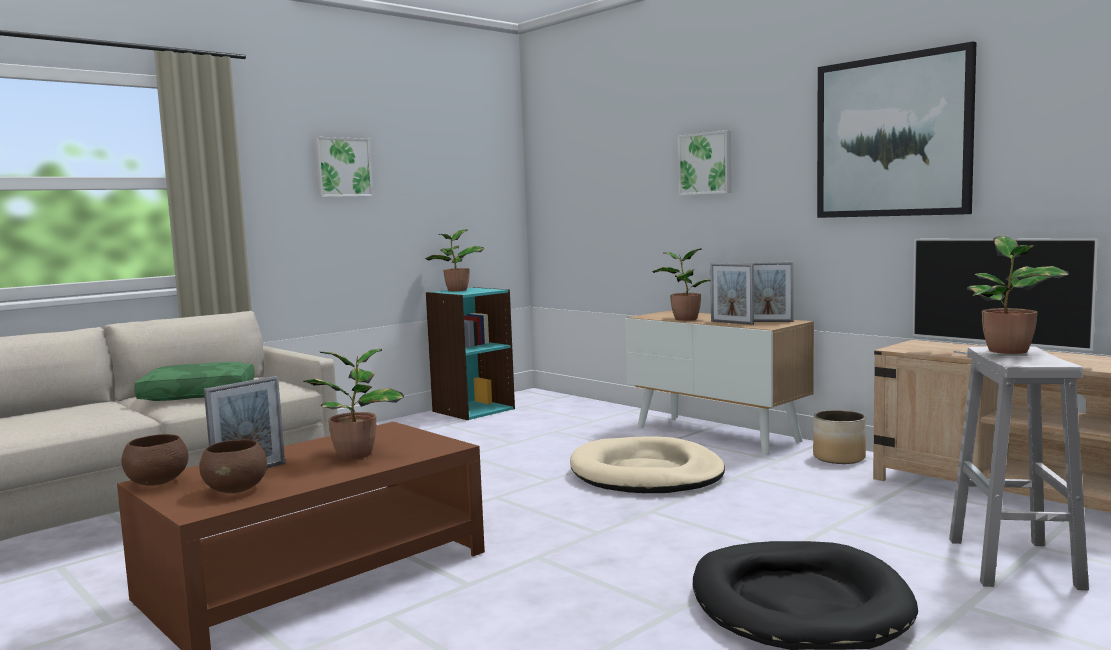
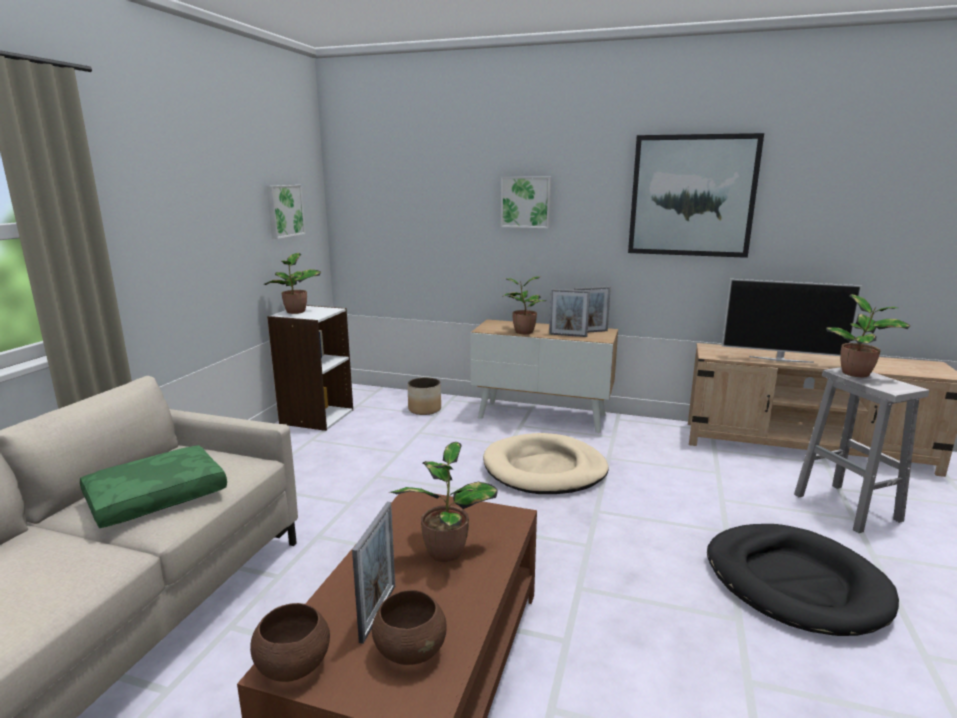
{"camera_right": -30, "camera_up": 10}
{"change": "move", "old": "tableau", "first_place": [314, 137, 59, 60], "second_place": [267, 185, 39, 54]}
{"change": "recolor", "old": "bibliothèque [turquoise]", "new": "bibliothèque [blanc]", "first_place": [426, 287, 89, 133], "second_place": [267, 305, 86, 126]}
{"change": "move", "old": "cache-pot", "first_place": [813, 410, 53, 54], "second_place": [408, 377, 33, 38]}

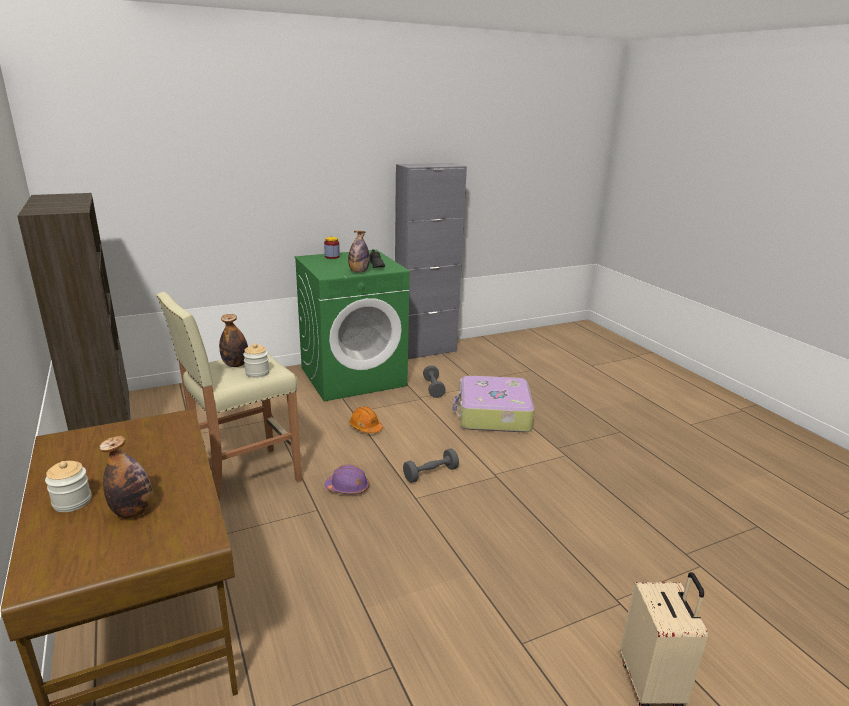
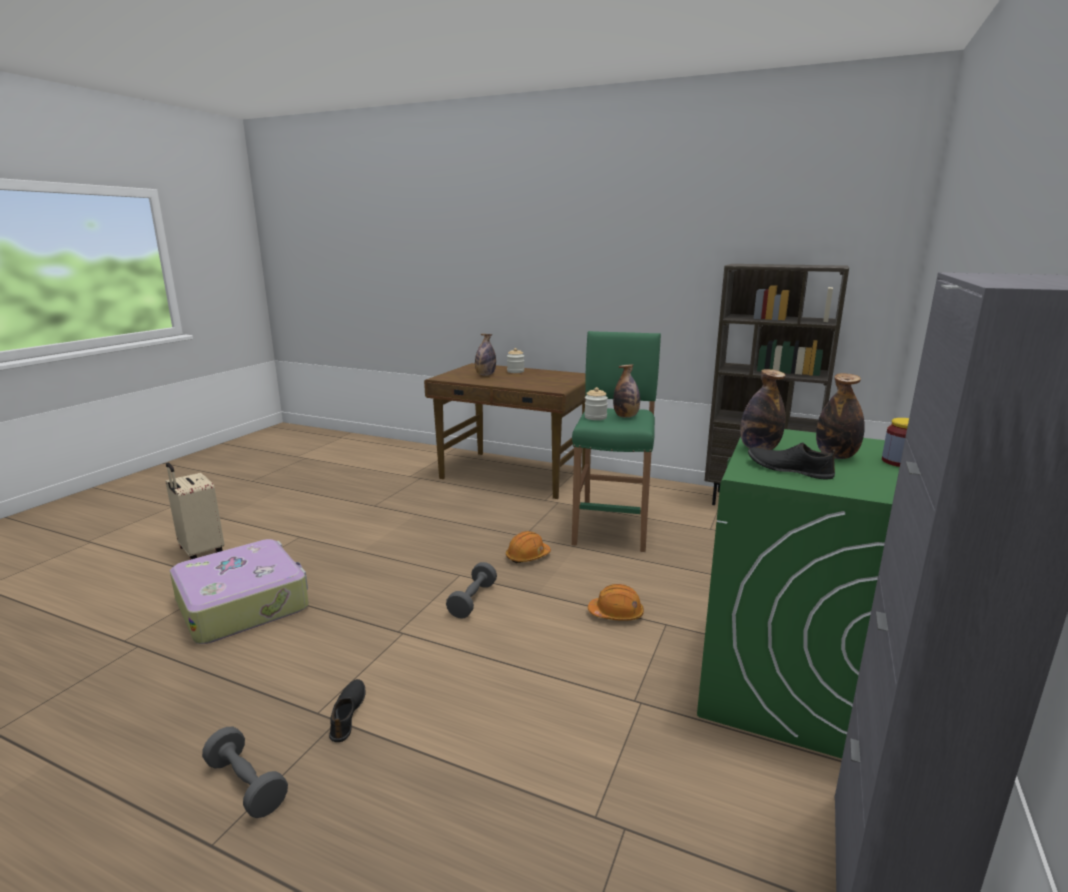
{"camera_right": 140, "camera_up": -5}
{"change": "recolor", "old": "tabouret [beige]", "new": "tabouret [vert]", "first_place": [157, 292, 145, 208], "second_place": [572, 331, 89, 221]}
{"change": "recolor", "old": "casque de chantier [violet]", "new": "casque de chantier [orange]", "first_place": [325, 465, 44, 29], "second_place": [506, 531, 45, 32]}
{"change": "move", "old": "haltère [gris]", "first_place": [423, 365, 22, 33], "second_place": [202, 727, 86, 91]}
{"change": "move", "old": "valise", "first_place": [453, 376, 82, 56], "second_place": [170, 539, 139, 105]}
{"change": "insert", "new": "chaussure [noir]", "second_place": [329, 679, 36, 63]}
{"change": "insert", "new": "bouteille", "second_place": [816, 373, 49, 86]}

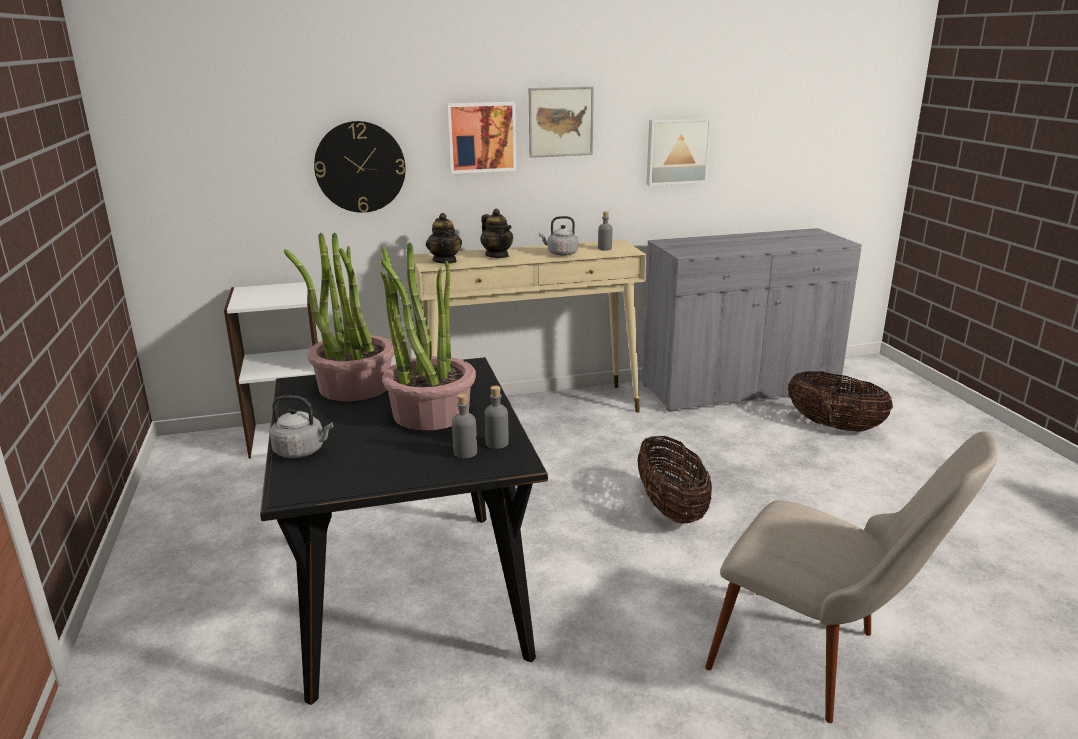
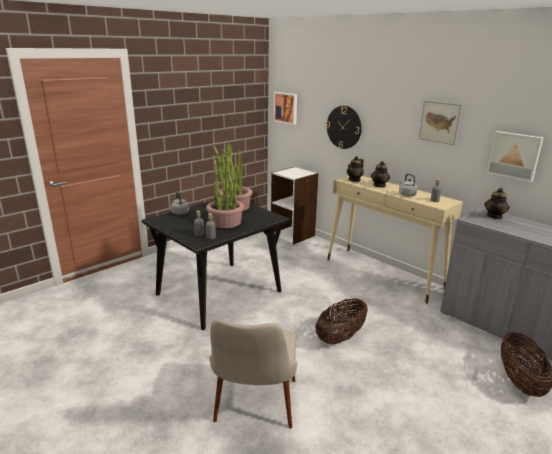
{"camera_right": 60, "camera_up": 0}
{"change": "move", "old": "tableau", "first_place": [446, 102, 71, 72], "second_place": [273, 92, 24, 33]}
{"change": "insert", "new": "théière", "second_place": [484, 188, 26, 31]}

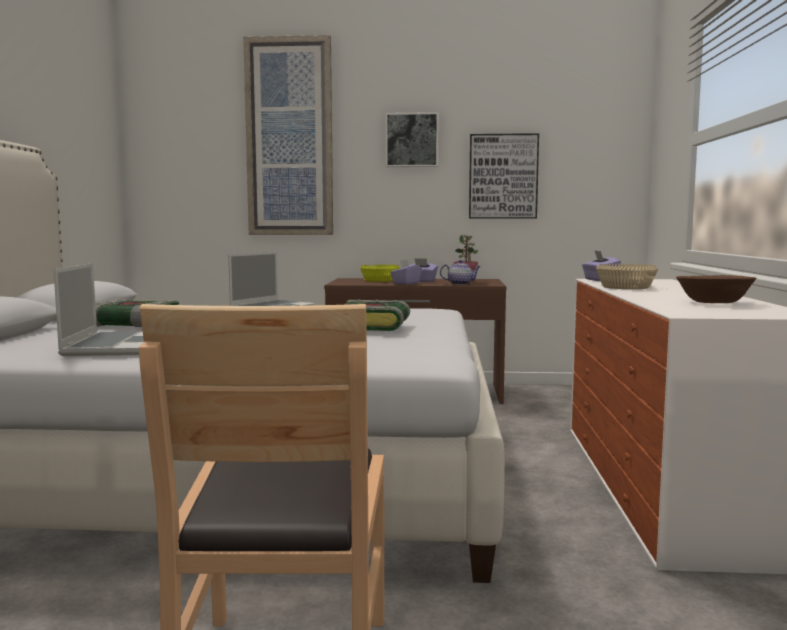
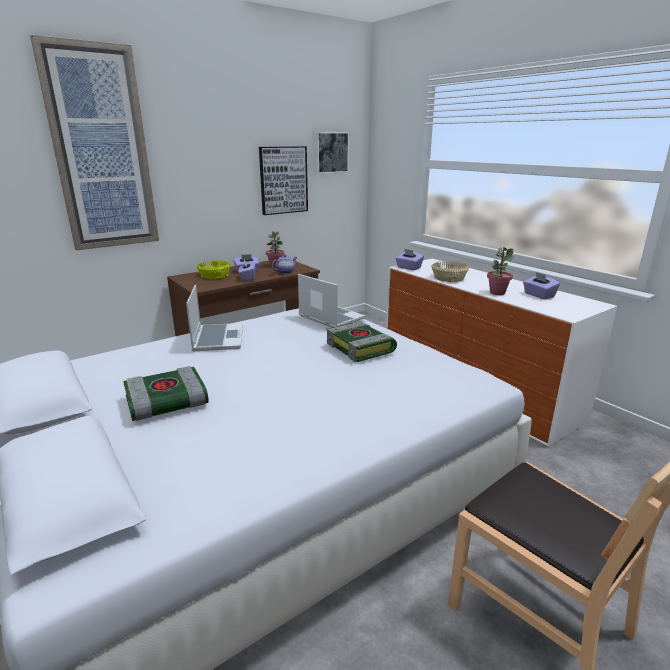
{"camera_right": -40, "camera_up": 15}
{"change": "move", "old": "ordinateur portable", "first_place": [54, 263, 90, 93], "second_place": [298, 274, 67, 53]}
{"change": "move", "old": "tableau", "first_place": [385, 112, 54, 55], "second_place": [315, 132, 34, 42]}
{"change": "replace", "old": "bol [marron]", "new": "boîte à mouchoirs [violet]", "first_place": [676, 275, 81, 28], "second_place": [523, 272, 37, 27]}
{"change": "insert", "new": "plante en pot", "second_place": [487, 247, 27, 48]}

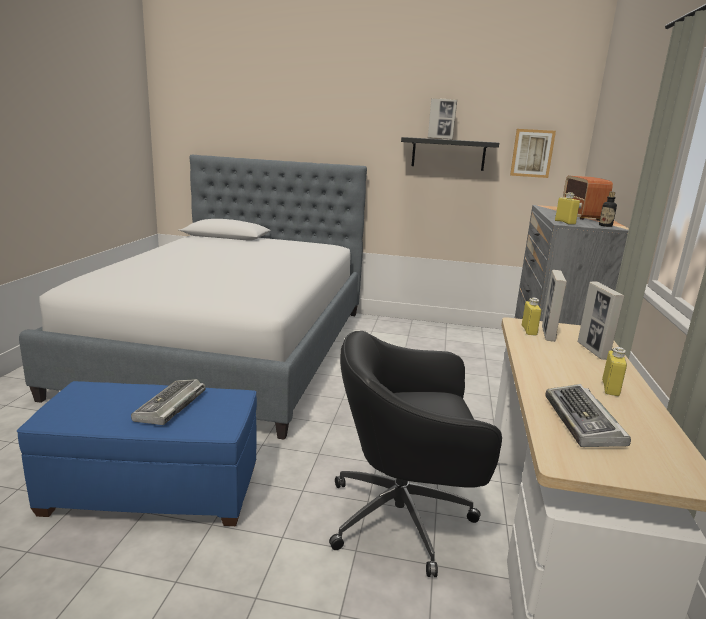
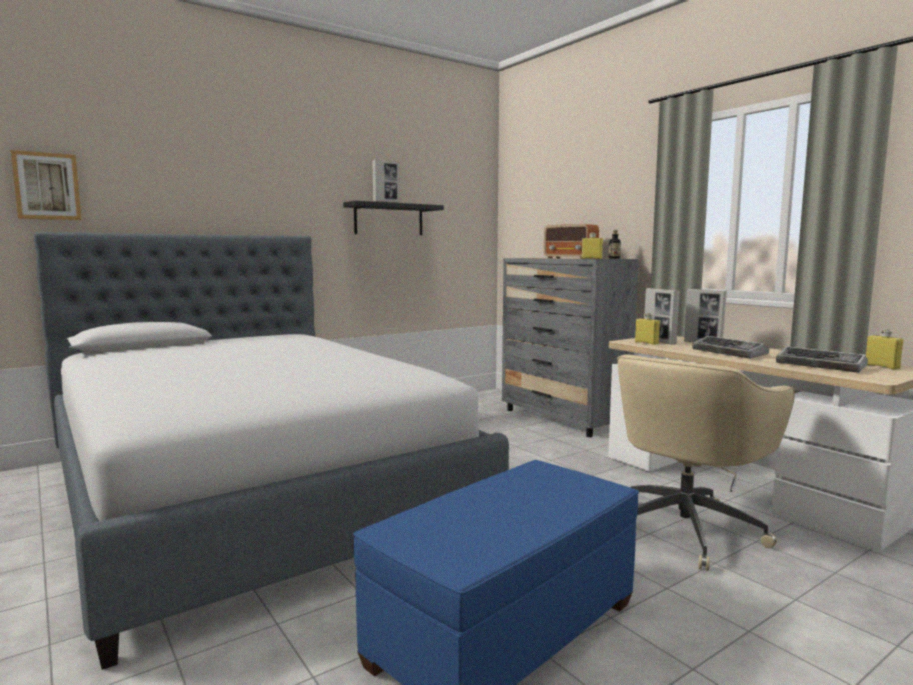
{"camera_right": -45, "camera_up": -10}
{"change": "move", "old": "clavier", "first_place": [131, 379, 75, 46], "second_place": [692, 336, 77, 23]}
{"change": "recolor", "old": "chaise de bureau [noir]", "new": "chaise de bureau [beige]", "first_place": [329, 331, 173, 246], "second_place": [617, 354, 178, 217]}
{"change": "move", "old": "tableau", "first_place": [510, 129, 46, 49], "second_place": [11, 150, 70, 70]}
{"change": "move", "old": "bouteille [jaune]", "first_place": [602, 347, 25, 49], "second_place": [866, 329, 37, 41]}

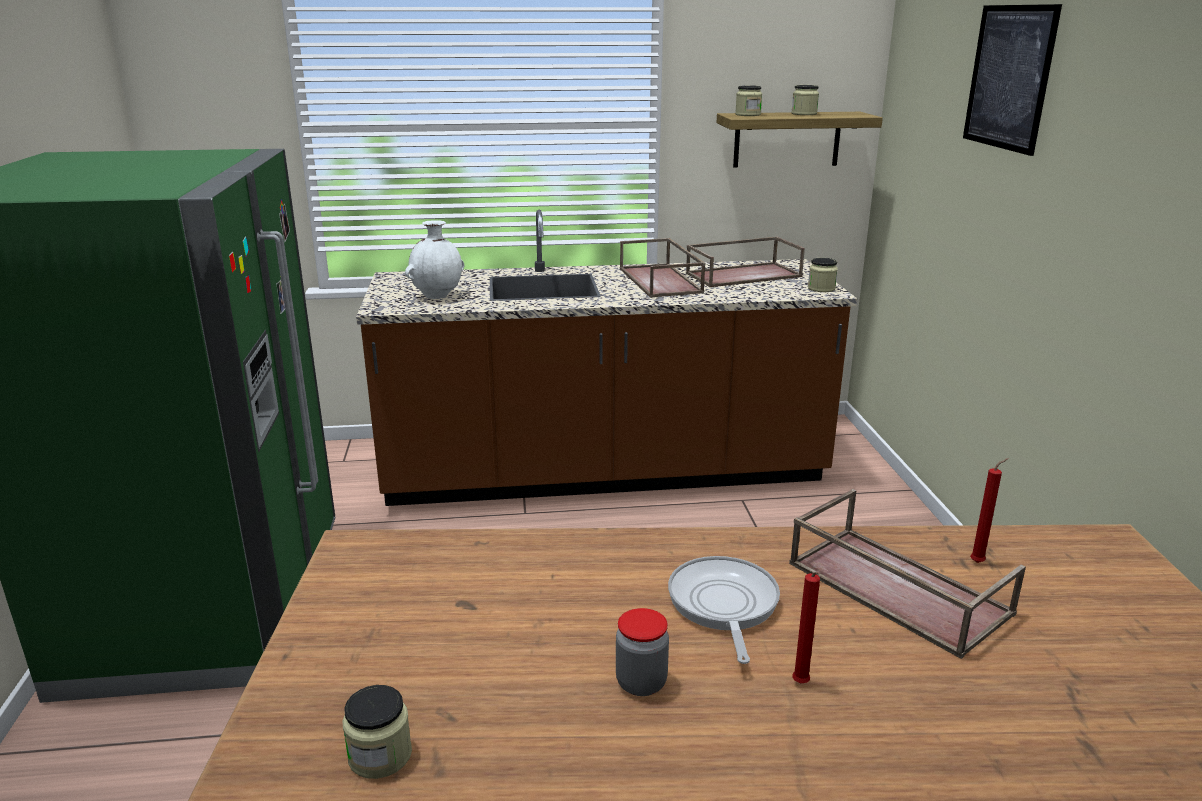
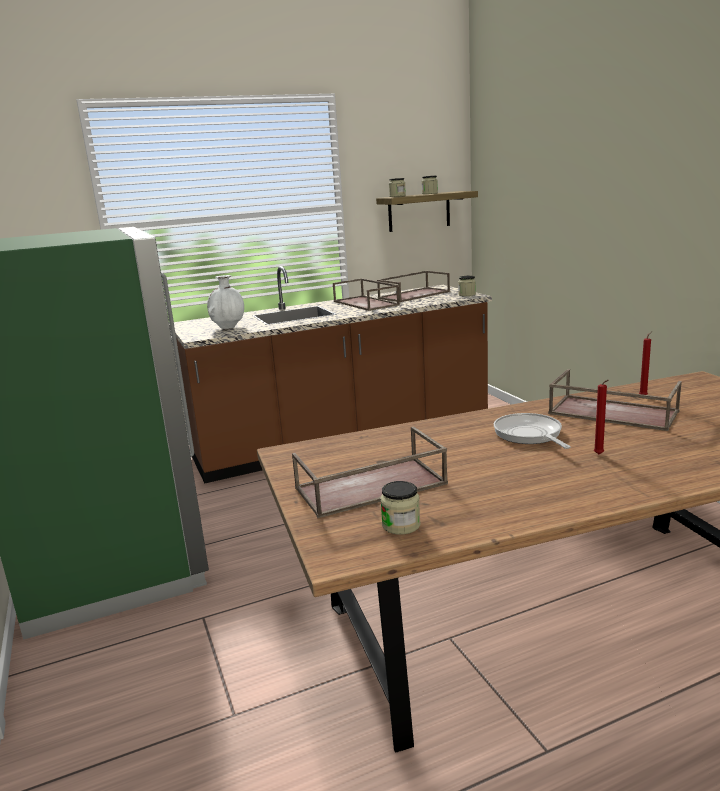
{"camera_right": -15, "camera_up": -5}
{"change": "delete", "old": "bocal", "first_place": [616, 608, 53, 88]}
{"change": "delete", "old": "tableau", "first_place": [963, 4, 99, 152]}
{"change": "insert", "new": "plateau [marron]", "second_place": [292, 426, 156, 92]}

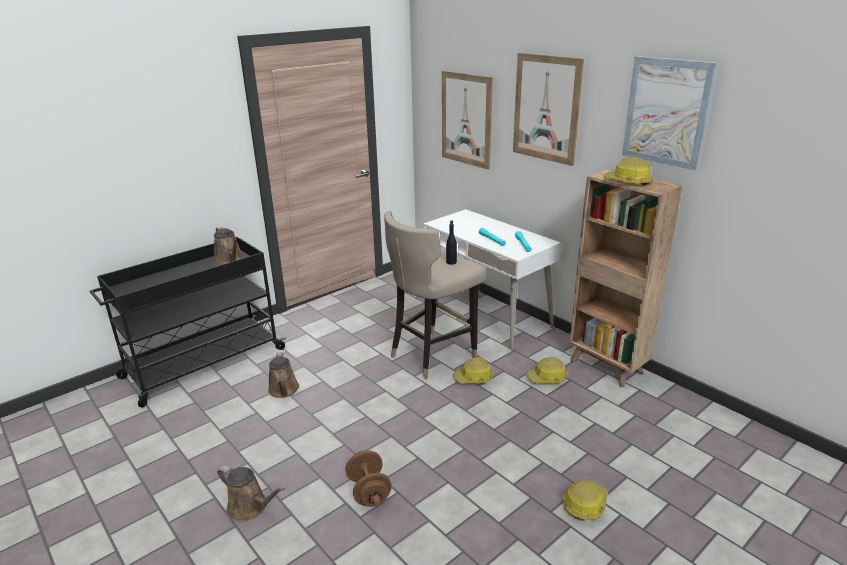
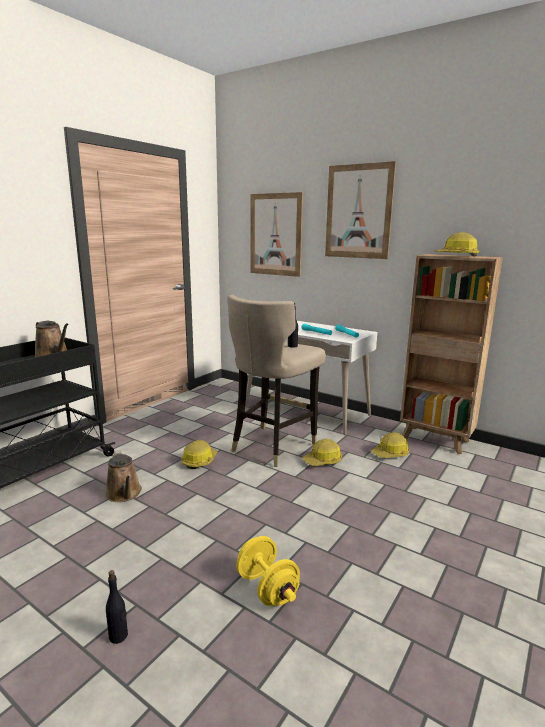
{"camera_right": -15, "camera_up": -10}
{"change": "replace", "old": "arrosoir [marron]", "new": "bouteille [noir]", "first_place": [217, 465, 68, 57], "second_place": [106, 570, 22, 74]}
{"change": "recolor", "old": "haltère [marron]", "new": "haltère [jaune]", "first_place": [346, 450, 46, 57], "second_place": [236, 536, 64, 70]}
{"change": "move", "old": "casque de chantier", "first_place": [563, 479, 45, 41], "second_place": [181, 440, 36, 29]}
{"change": "delete", "old": "tableau", "first_place": [622, 56, 95, 114]}

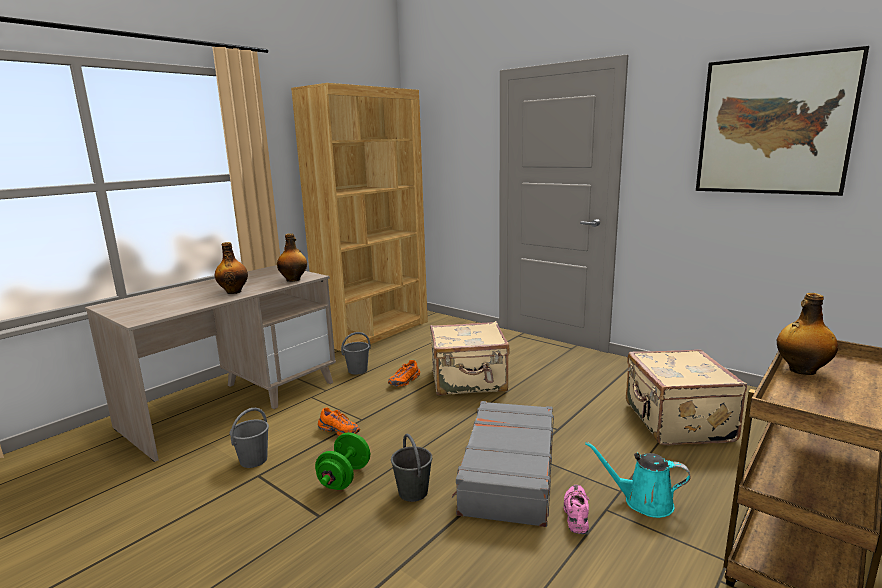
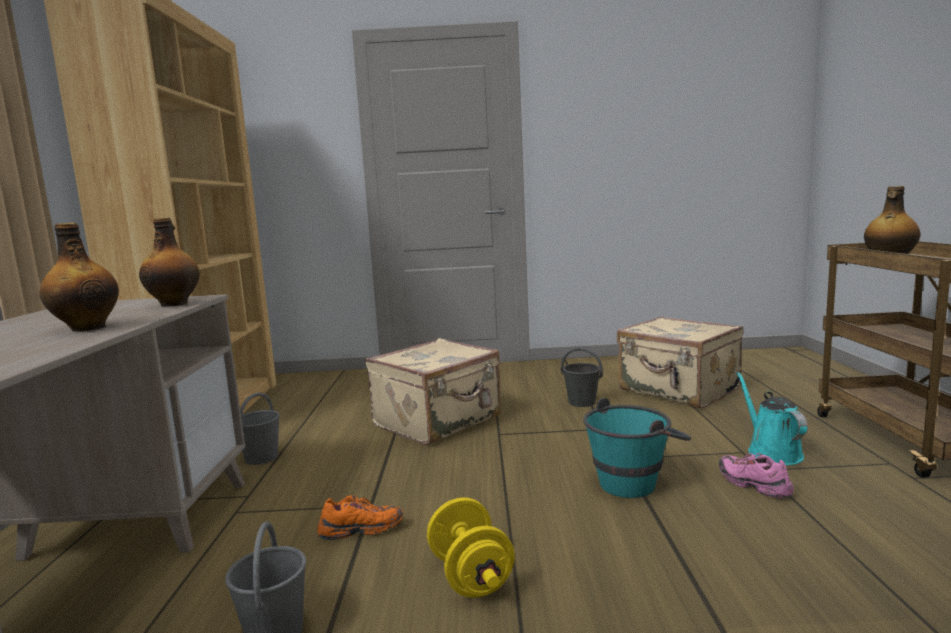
{"camera_right": -40, "camera_up": -5}
{"change": "recolor", "old": "haltère [vert]", "new": "haltère [jaune]", "first_place": [315, 433, 55, 57], "second_place": [427, 497, 88, 101]}
{"change": "delete", "old": "chaussure [orange]", "first_place": [388, 360, 32, 26]}
{"change": "move", "old": "seau [gris]", "first_place": [391, 434, 41, 68], "second_place": [561, 347, 42, 60]}
{"change": "replace", "old": "valise [gris]", "new": "seau [turquoise]", "first_place": [452, 401, 102, 126], "second_place": [583, 398, 108, 100]}
{"change": "rotate", "old": "arrosoir [turquoise]", "first_place": [585, 442, 106, 76], "second_place": [736, 372, 72, 93], "degrees": 105}
{"change": "delete", "old": "tableau", "first_place": [696, 46, 173, 150]}

